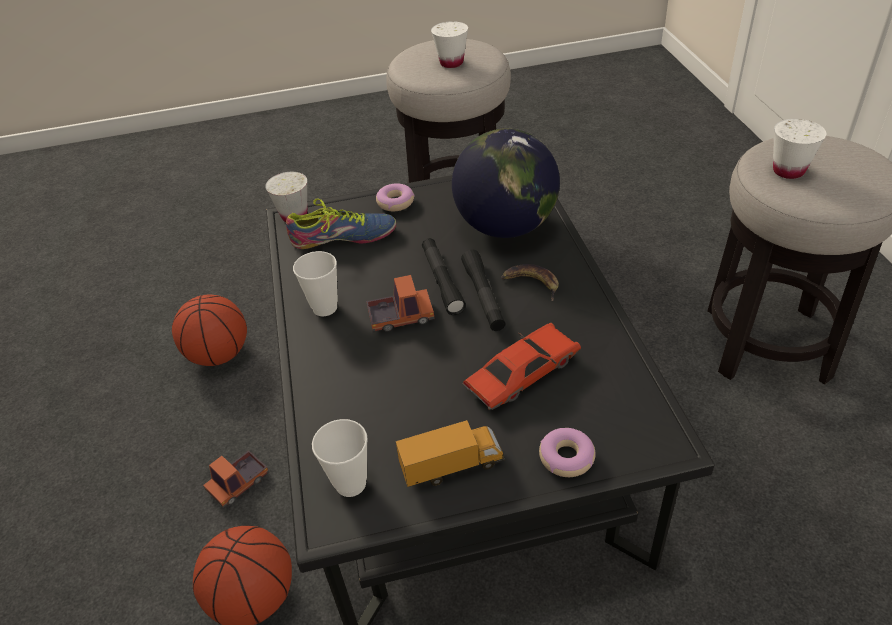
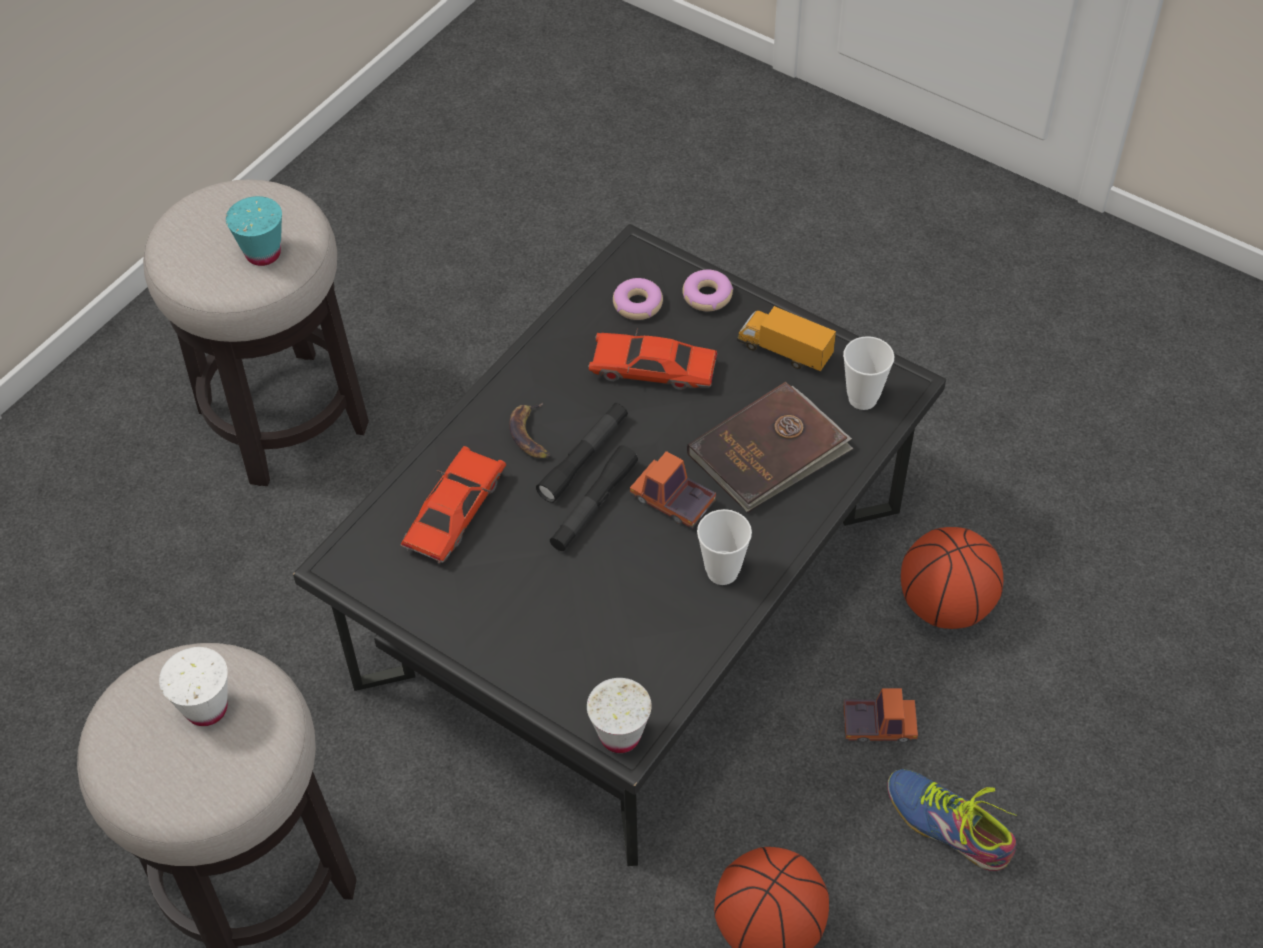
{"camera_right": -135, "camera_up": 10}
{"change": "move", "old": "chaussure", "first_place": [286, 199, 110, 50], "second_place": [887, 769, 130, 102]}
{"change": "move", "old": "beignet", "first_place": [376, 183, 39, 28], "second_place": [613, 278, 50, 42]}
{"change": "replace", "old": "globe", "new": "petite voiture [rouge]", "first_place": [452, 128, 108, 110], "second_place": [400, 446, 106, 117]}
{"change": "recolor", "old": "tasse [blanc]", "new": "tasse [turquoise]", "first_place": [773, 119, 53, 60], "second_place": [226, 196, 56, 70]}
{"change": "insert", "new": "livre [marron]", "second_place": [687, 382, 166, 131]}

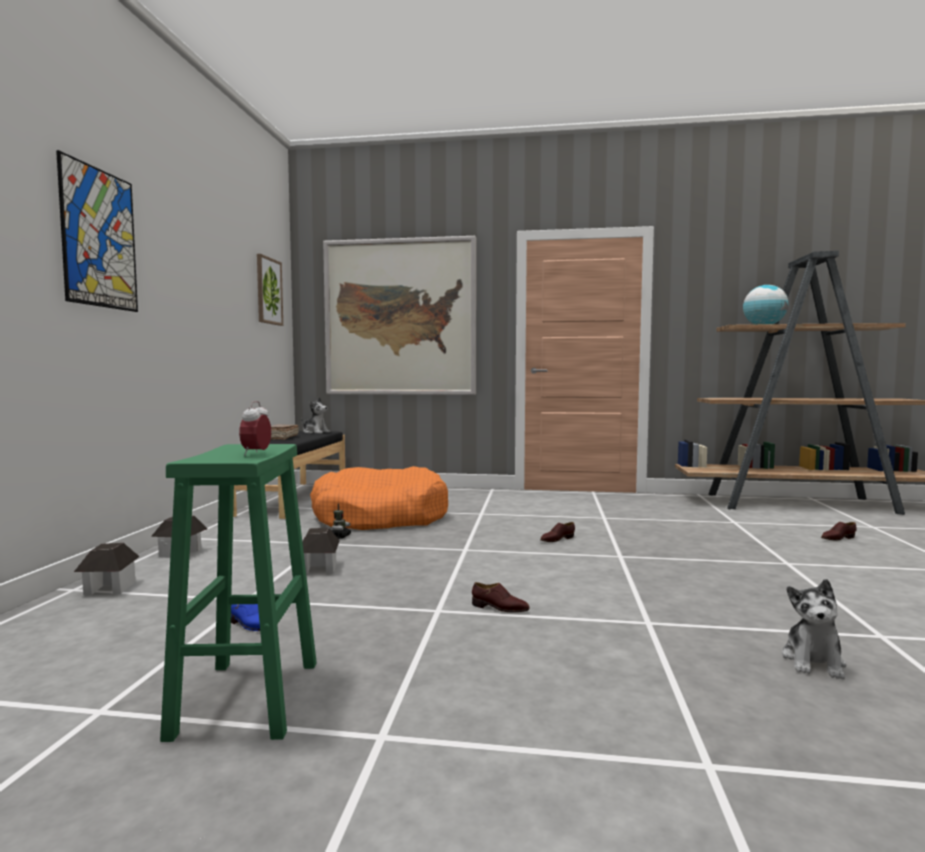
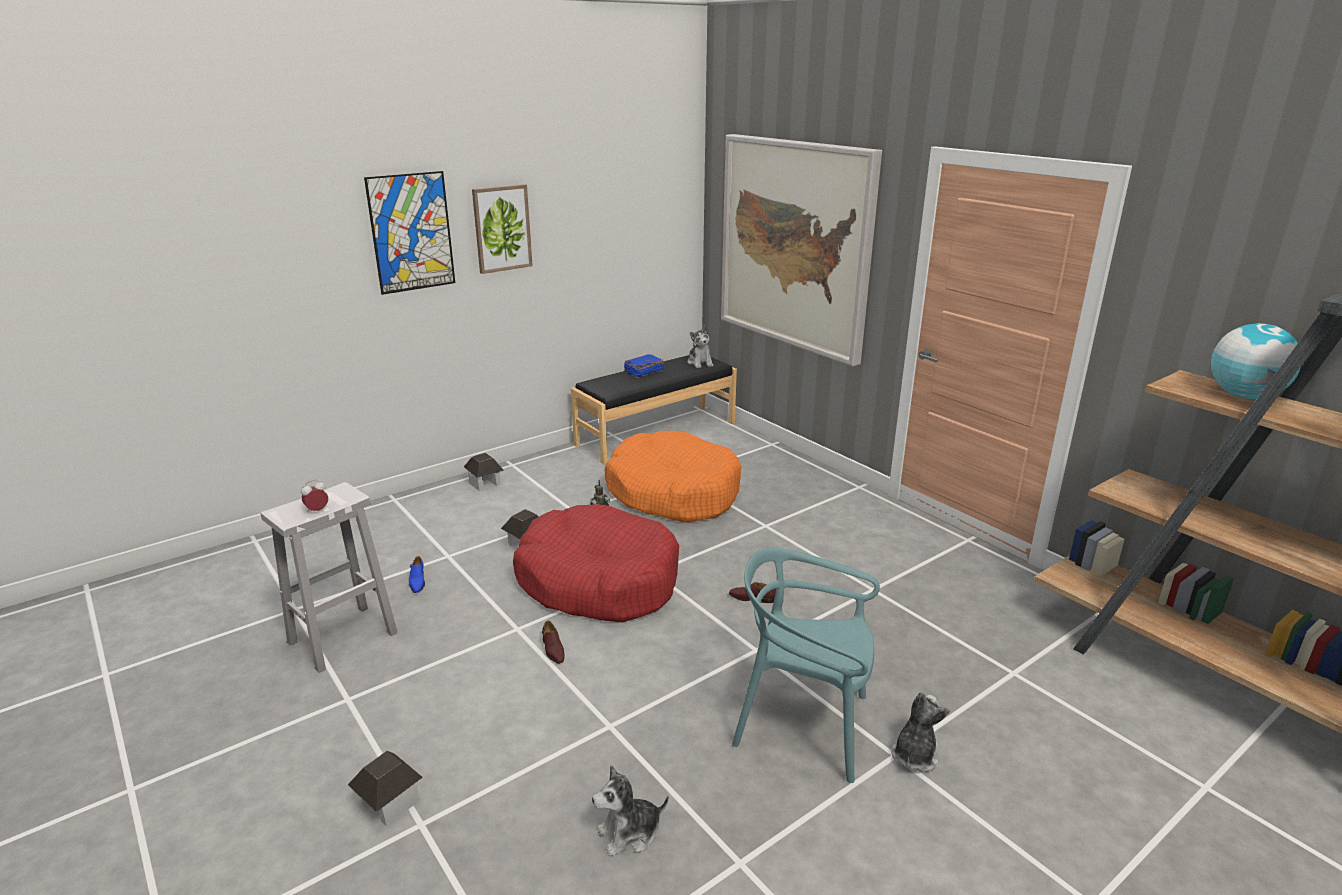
{"camera_right": 45, "camera_up": 20}
{"change": "move", "old": "maison miniature", "first_place": [74, 543, 66, 52], "second_place": [348, 751, 75, 75]}
{"change": "recolor", "old": "tabouret [vert]", "new": "tabouret [blanc]", "first_place": [160, 444, 157, 298], "second_place": [260, 482, 138, 191]}
{"change": "move", "old": "tableau", "first_place": [257, 254, 26, 72], "second_place": [472, 184, 61, 90]}
{"change": "recolor", "old": "livre [marron]", "new": "livre [bleu]", "first_place": [270, 424, 29, 16], "second_place": [624, 354, 40, 24]}
{"change": "delete", "old": "chaussure [marron]", "first_place": [821, 522, 36, 18]}
{"change": "insert", "new": "panier pour chien [rouge]", "second_place": [513, 504, 166, 119]}
{"change": "insert", "new": "chaise [turquoise]", "second_place": [732, 548, 148, 235]}
{"change": "insert", "new": "peluche", "second_place": [891, 692, 58, 80]}

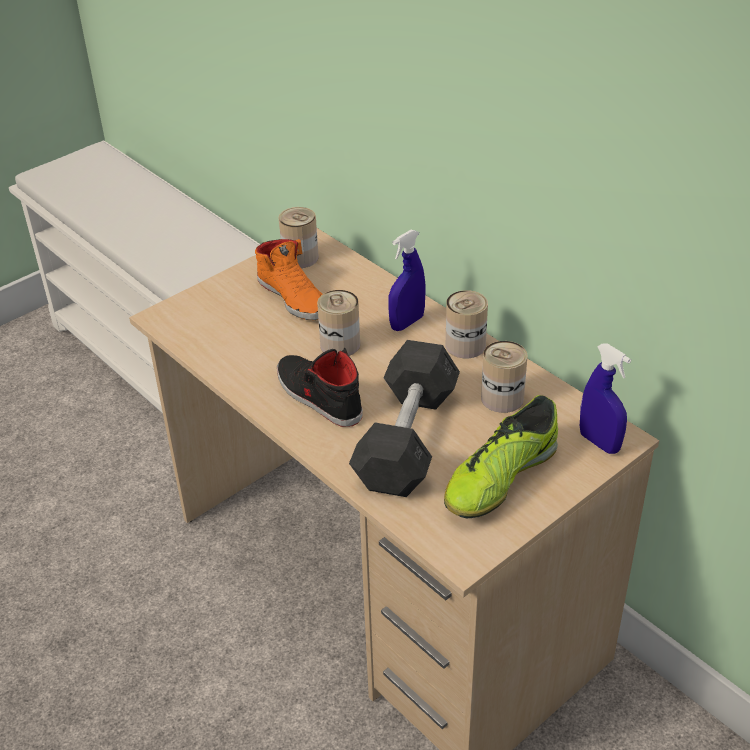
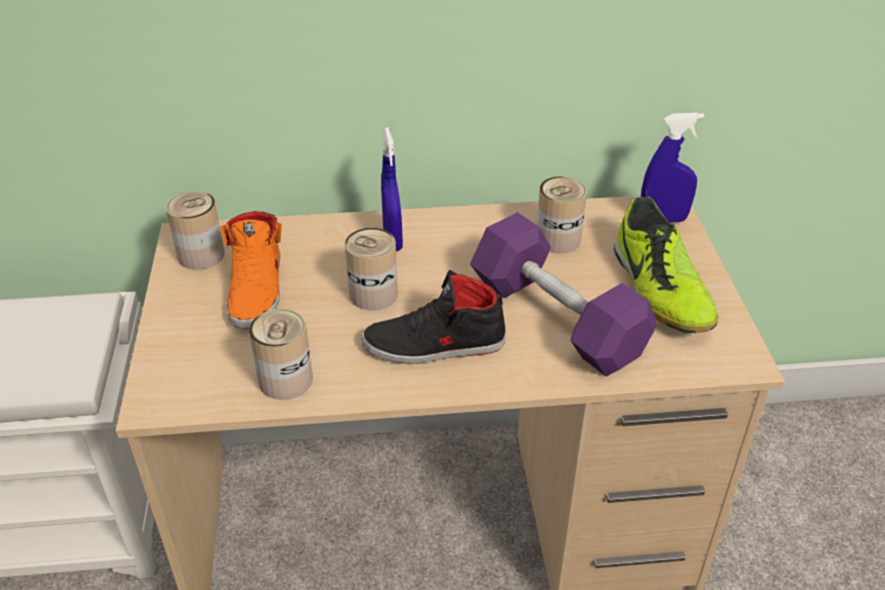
{"camera_right": -55, "camera_up": 0}
{"change": "rotate", "old": "chaussure [orange]", "first_place": [255, 239, 68, 81], "second_place": [220, 211, 62, 118], "degrees": 90}
{"change": "recolor", "old": "haltère [gris]", "new": "haltère [violet]", "first_place": [349, 340, 111, 157], "second_place": [470, 212, 187, 164]}
{"change": "move", "old": "boîte métallique", "first_place": [446, 290, 42, 68], "second_place": [249, 308, 64, 92]}

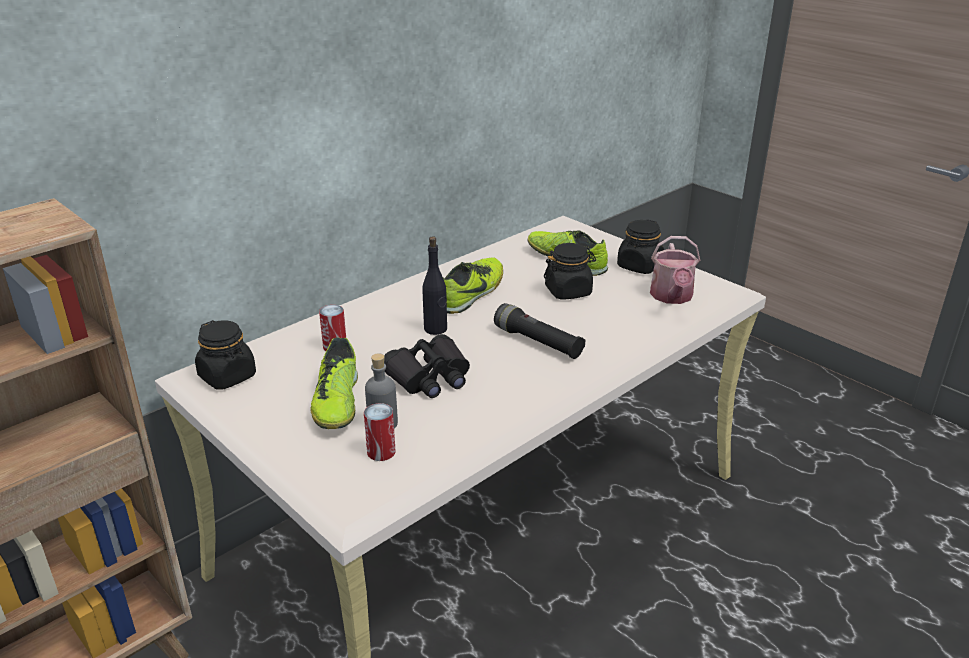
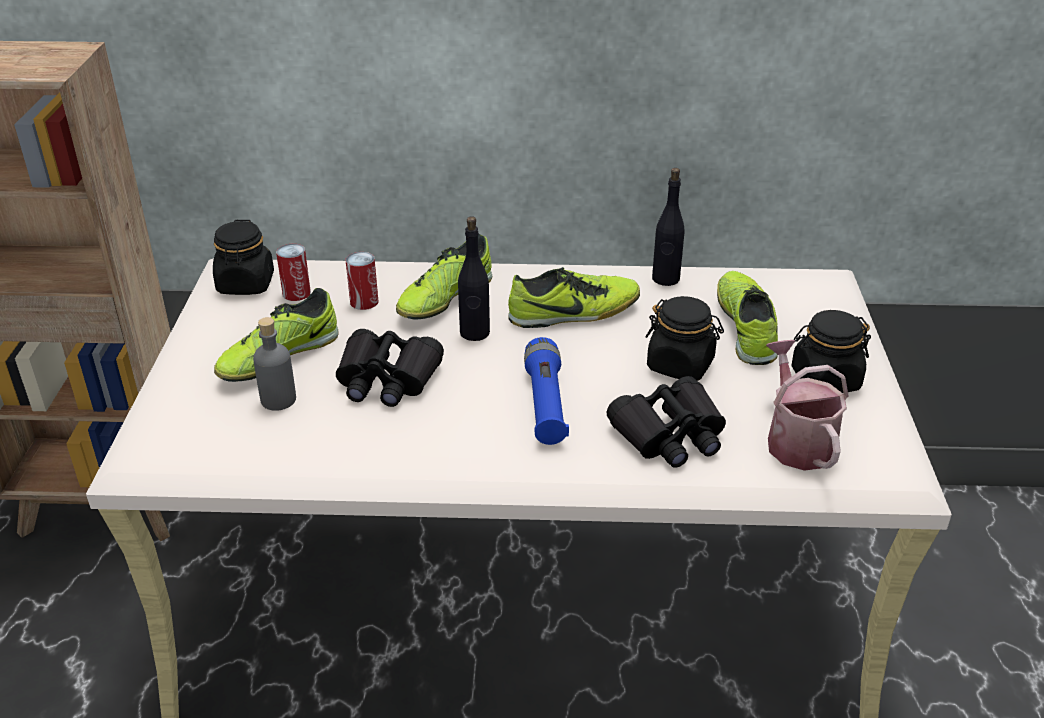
{"camera_right": 45, "camera_up": 5}
{"change": "move", "old": "boîte métallique", "first_place": [364, 403, 31, 58], "second_place": [276, 244, 35, 57]}
{"change": "recolor", "old": "lampe de poche [noir]", "new": "lampe de poche [bleu]", "first_place": [494, 303, 92, 56], "second_place": [524, 337, 45, 108]}
{"change": "rotate", "old": "arrosoir", "first_place": [650, 236, 50, 68], "second_place": [766, 340, 83, 131], "degrees": 120}
{"change": "insert", "new": "chaussure", "second_place": [396, 234, 96, 85]}
{"change": "insert", "new": "jumelles [noir]", "second_place": [607, 376, 119, 92]}
{"change": "insert", "new": "bouteille [noir]", "second_place": [652, 168, 32, 118]}

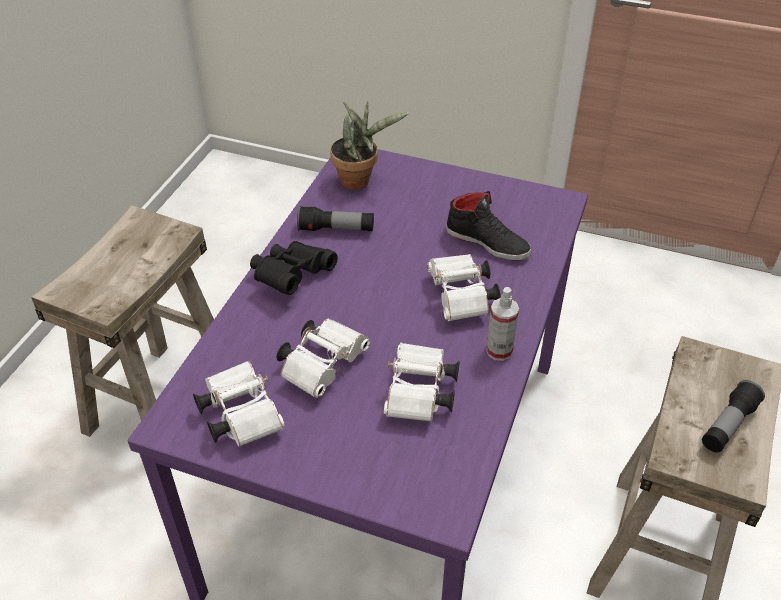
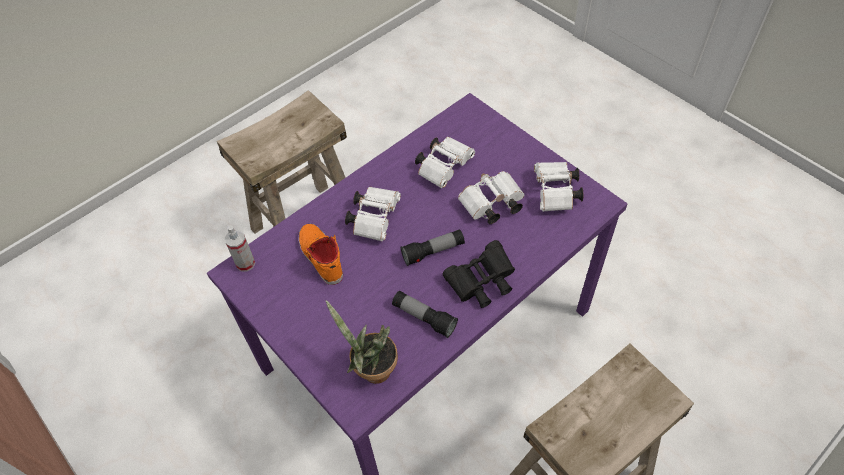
{"camera_right": -150, "camera_up": 10}
{"change": "recolor", "old": "chaussure [noir]", "new": "chaussure [orange]", "first_place": [446, 191, 85, 70], "second_place": [299, 224, 44, 61]}
{"change": "move", "old": "vaporisateur", "first_place": [486, 287, 33, 74], "second_place": [225, 225, 30, 47]}
{"change": "move", "old": "lampe de poche", "first_place": [702, 380, 63, 72], "second_place": [401, 229, 64, 37]}

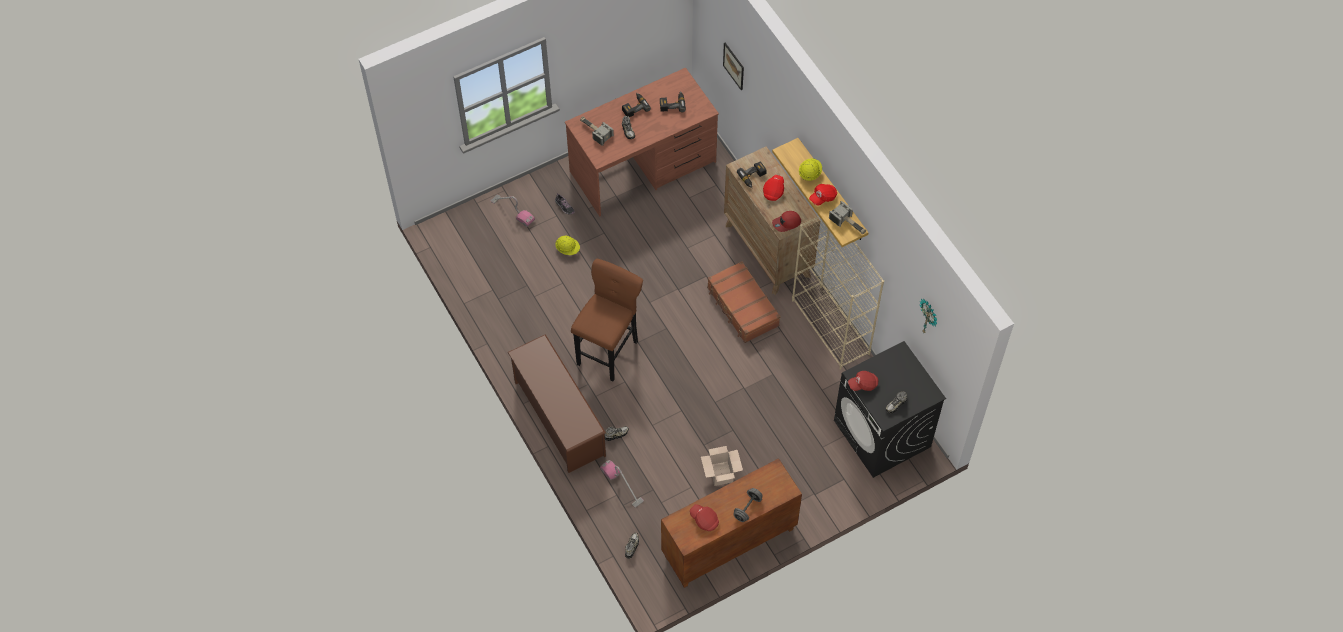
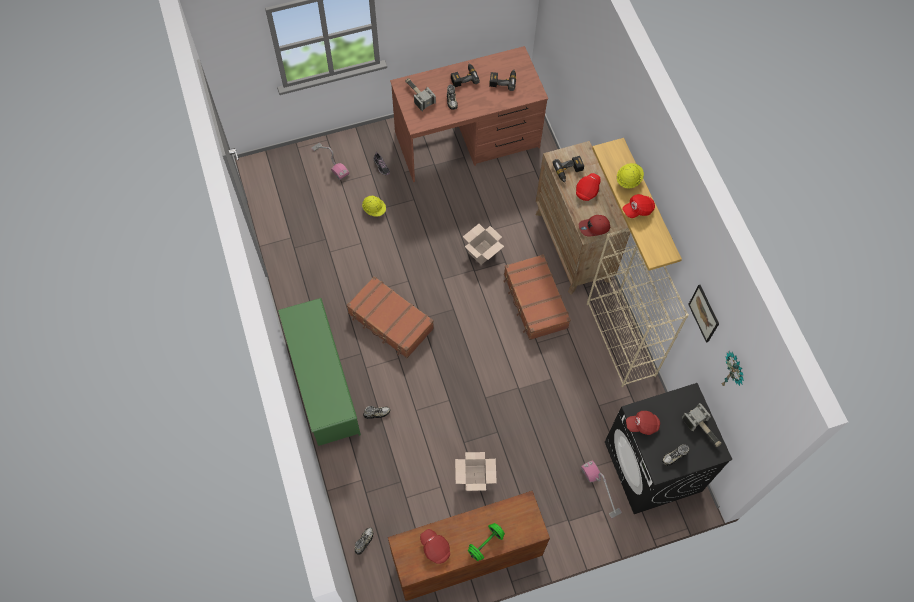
{"camera_right": 10, "camera_up": 5}
{"change": "recolor", "old": "étagère à chaussures [marron]", "new": "étagère à chaussures [vert]", "first_place": [508, 334, 98, 139], "second_place": [278, 298, 83, 148]}
{"change": "replace", "old": "tabouret [marron]", "new": "valise [marron]", "first_place": [571, 259, 72, 122], "second_place": [346, 276, 88, 82]}
{"change": "move", "old": "aspirateur", "first_place": [600, 460, 44, 48], "second_place": [581, 461, 41, 57]}
{"change": "move", "old": "tableau", "first_place": [723, 43, 21, 47], "second_place": [688, 285, 31, 58]}
{"change": "recolor", "old": "haltère [gris]", "new": "haltère [vert]", "first_place": [733, 488, 30, 34], "second_place": [468, 523, 37, 38]}
{"change": "move", "old": "marteau", "first_place": [829, 201, 37, 33], "second_place": [682, 403, 40, 44]}
{"change": "insert", "new": "carton", "second_place": [463, 224, 41, 41]}

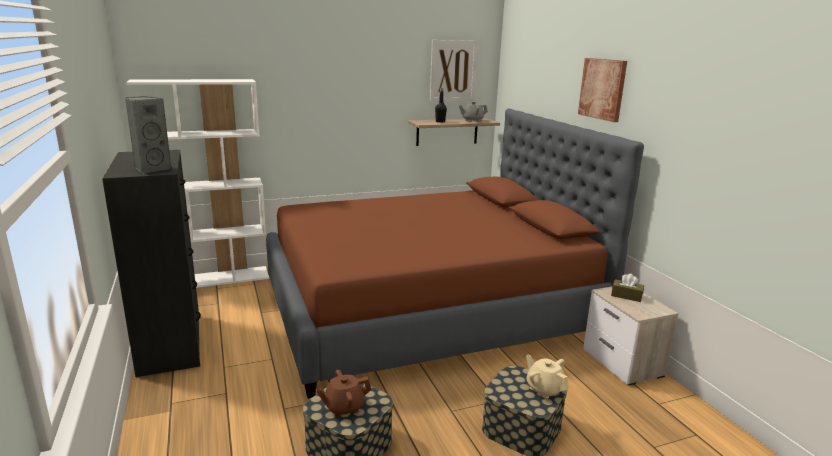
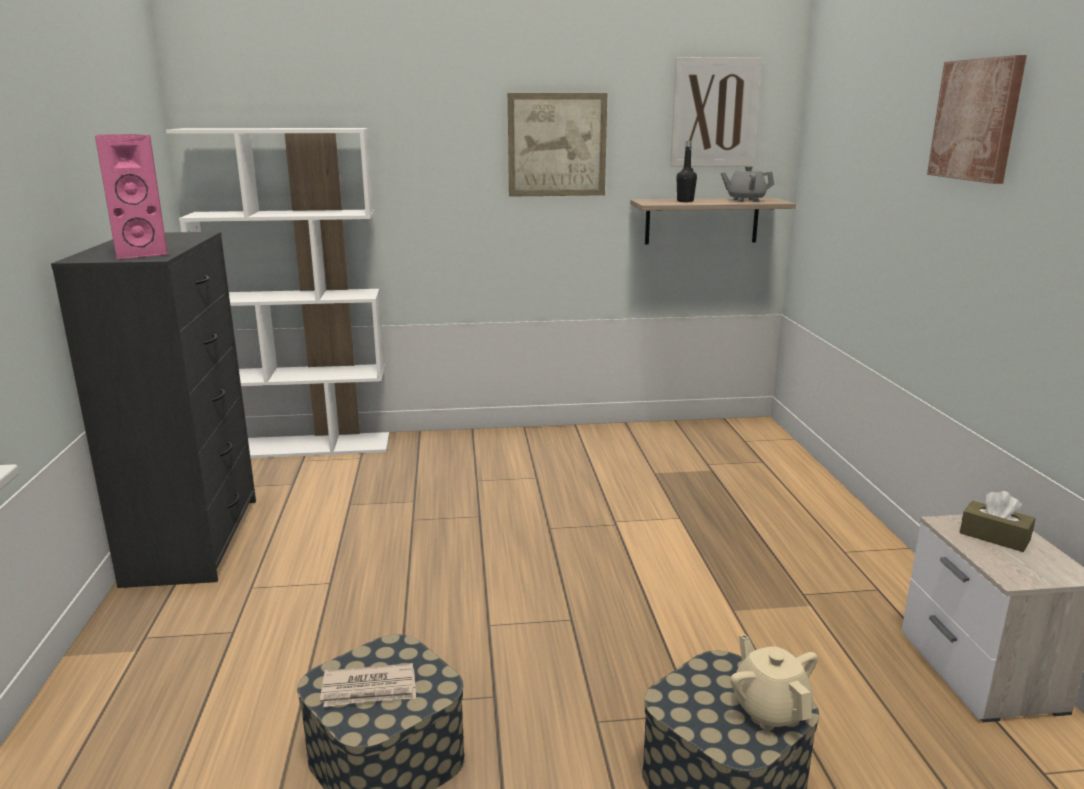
{"camera_right": 15, "camera_up": 0}
{"change": "recolor", "old": "enceinte [gris]", "new": "enceinte [rose]", "first_place": [125, 96, 46, 78], "second_place": [95, 134, 73, 125]}
{"change": "delete", "old": "lit [marron]", "first_place": [266, 109, 378, 290]}
{"change": "replace", "old": "théière [marron]", "new": "journal", "first_place": [316, 370, 56, 47], "second_place": [320, 663, 96, 44]}
{"change": "insert", "new": "tableau", "second_place": [508, 93, 99, 104]}

